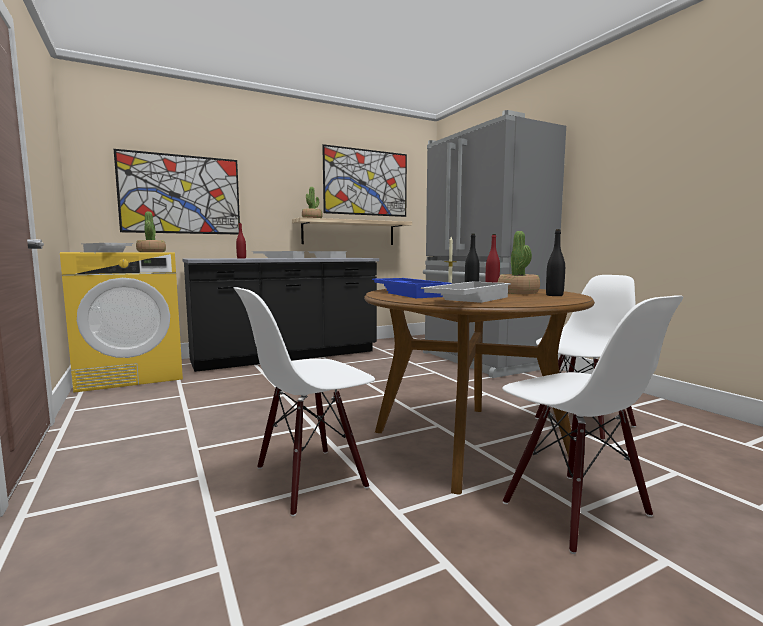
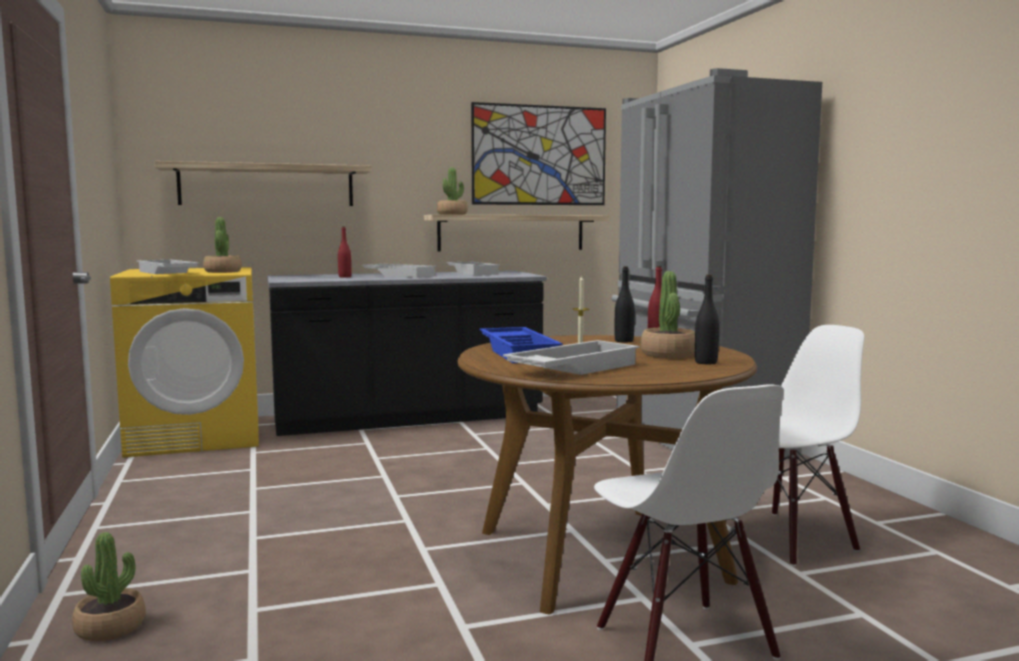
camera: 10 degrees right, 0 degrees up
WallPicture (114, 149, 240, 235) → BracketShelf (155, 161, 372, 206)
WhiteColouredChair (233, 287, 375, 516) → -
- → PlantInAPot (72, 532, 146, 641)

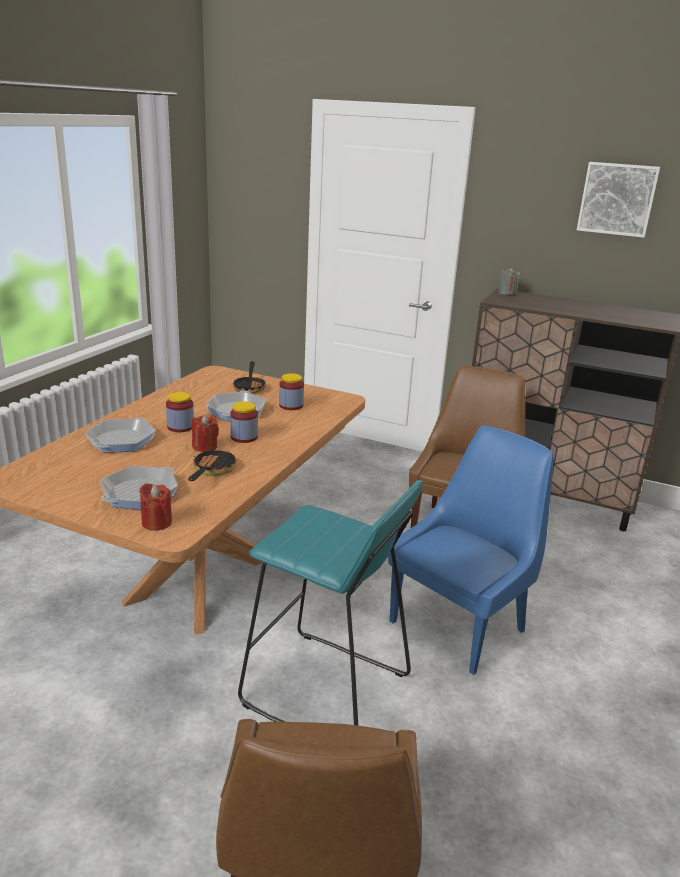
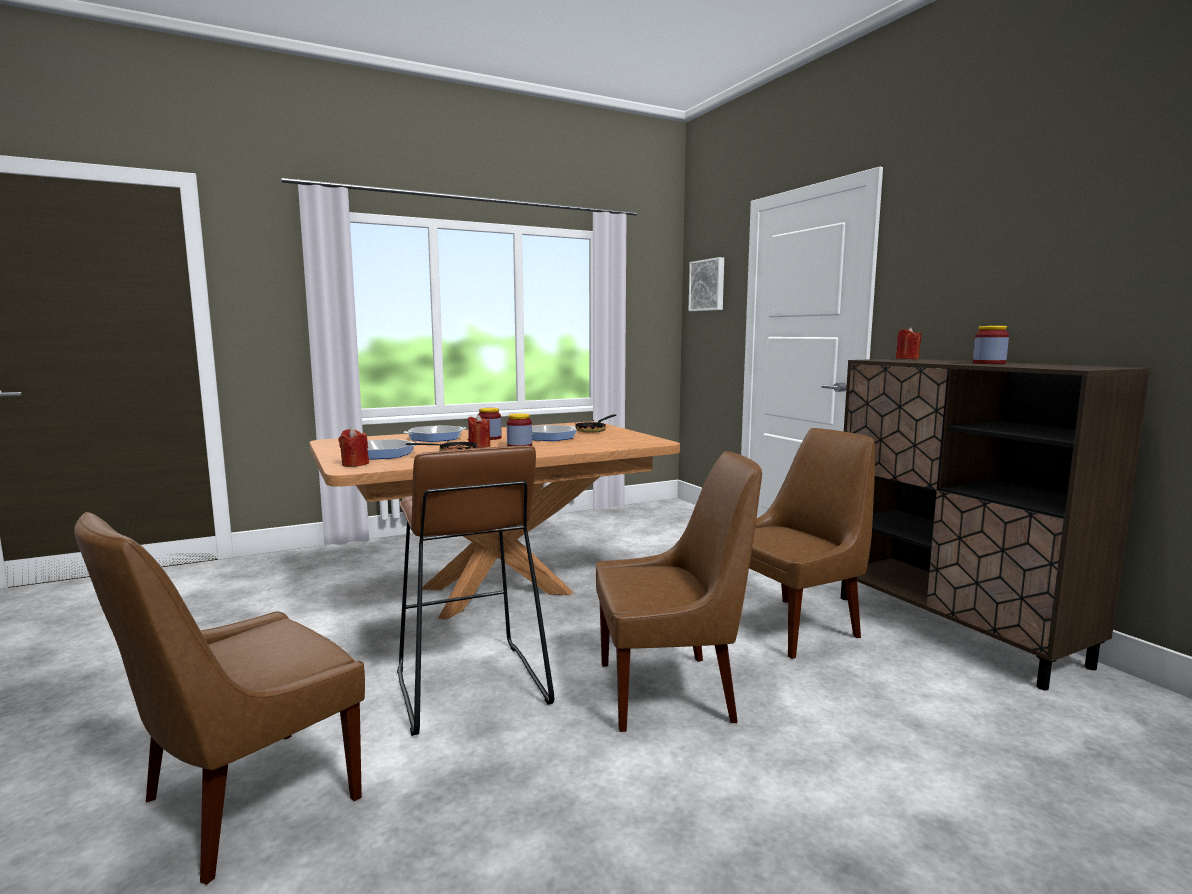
camera: 40 degrees right, 15 degrees down
WallPicture (577, 162, 660, 238) → WallPicture (689, 257, 724, 311), move
GrayWaxLight (499, 267, 520, 295) → RedWaxLight (896, 327, 921, 359)
Jar (279, 373, 304, 410) → Jar (973, 326, 1009, 364), move
BlueColouredChair (388, 425, 553, 675) → BrownishChair (596, 451, 762, 732)
BlueGreenStool (238, 480, 423, 725) → BrownishStool (397, 445, 554, 736)

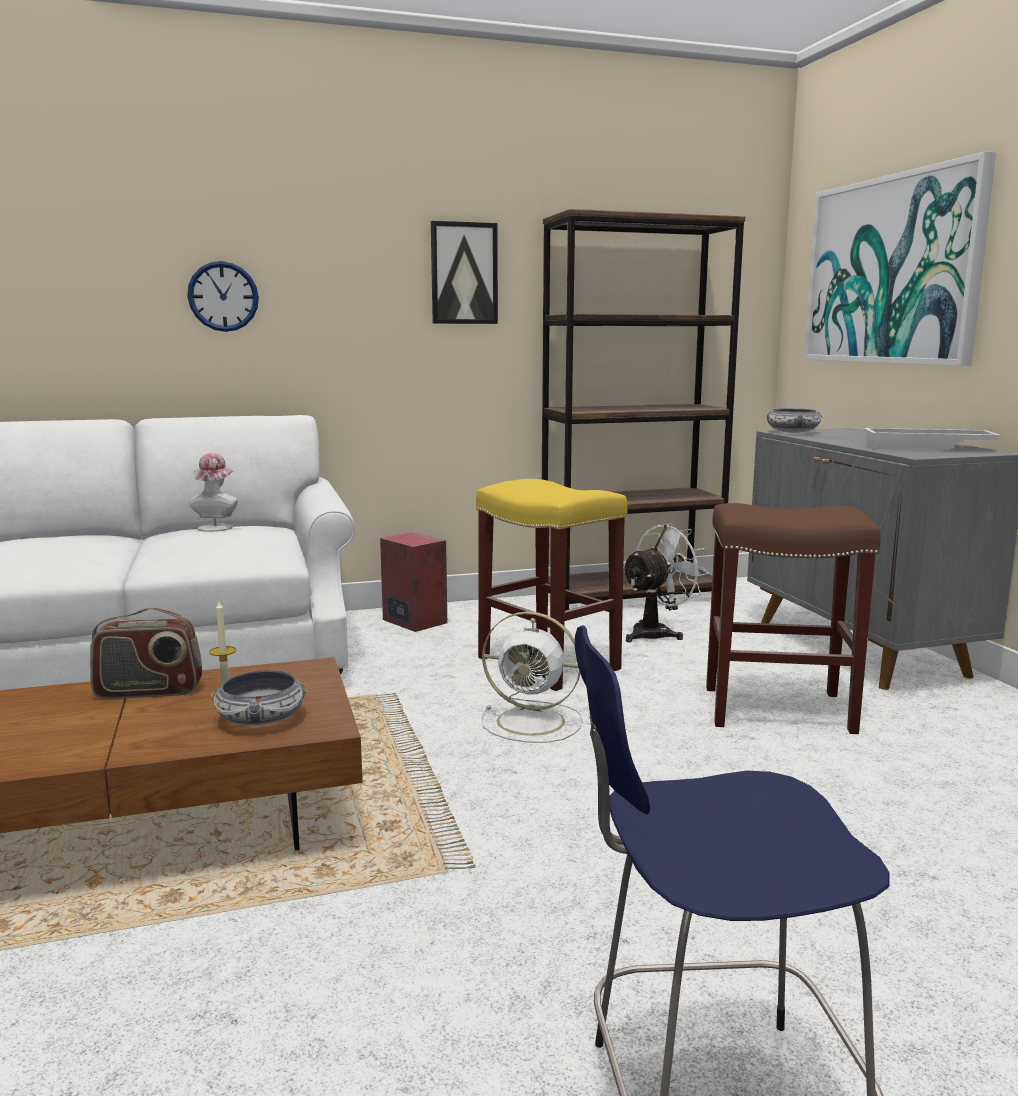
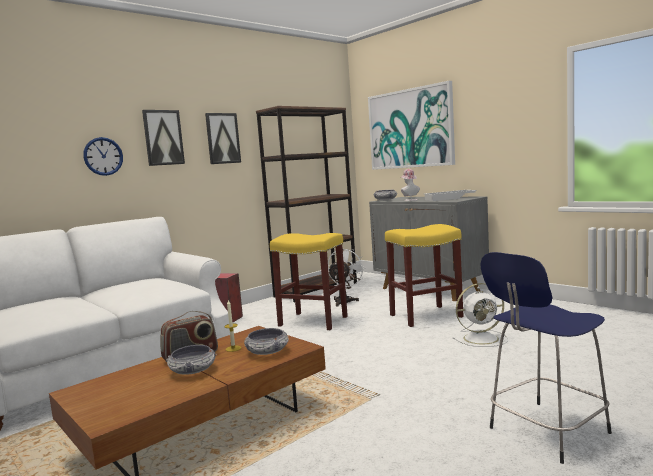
camera: 25 degrees left, 5 degrees down
ClothingHat (189, 453, 238, 532) → ClothingHat (400, 169, 420, 201), move
BrownishStool (706, 503, 881, 734) → YellowishStool (385, 224, 464, 327)
WhiteColouredCoolingFan (481, 611, 583, 743) → WhiteColouredCoolingFan (452, 283, 508, 347), move
- → WallPicture (142, 110, 185, 166)
- → Bowl (166, 345, 217, 374)

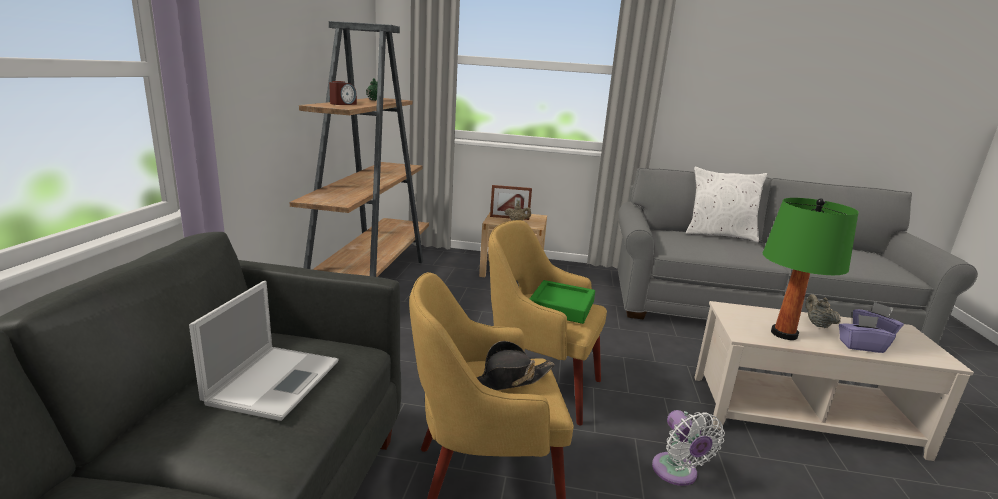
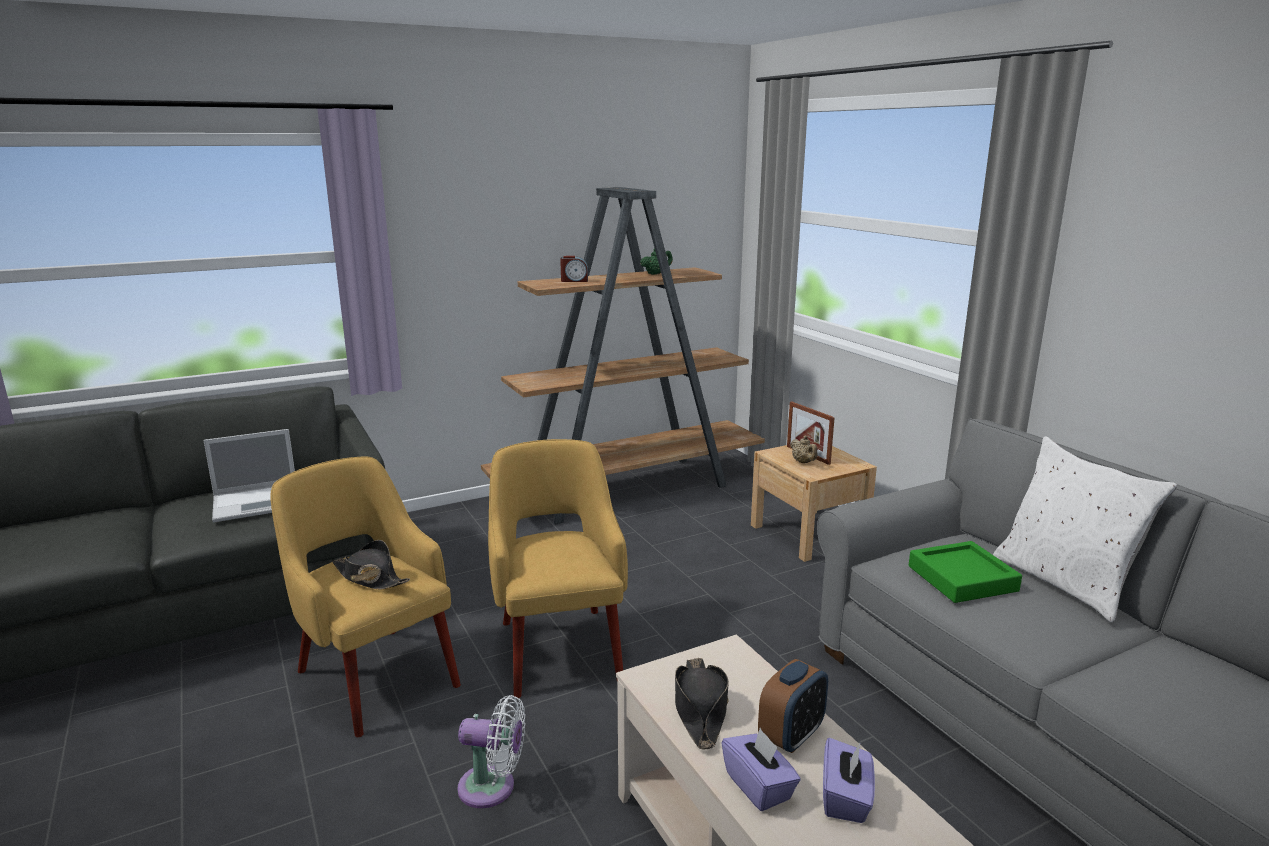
camera: 55 degrees right, 0 degrees up
GreenishLampForATable (763, 198, 859, 340) → BlackClothingHat (675, 658, 729, 749)
GreenishServingTray (529, 280, 595, 324) → GreenishServingTray (909, 541, 1022, 603), move
BeigePotForTea (806, 294, 841, 328) → TableClock (758, 659, 828, 753)
WhiteColouredCoolingFan (652, 410, 725, 486) → WhiteColouredCoolingFan (457, 695, 525, 808), 120 degrees counterclockwise

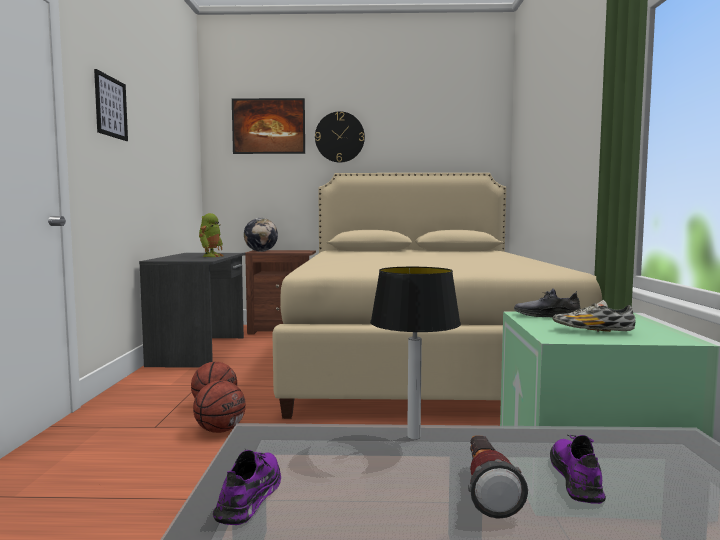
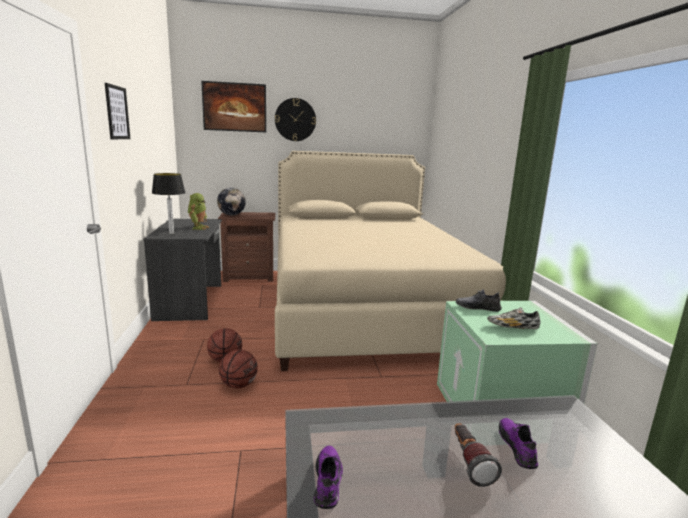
camera: 10 degrees left, 10 degrees up
LampForATable (370, 267, 461, 439) → LampForATable (152, 173, 186, 234), move

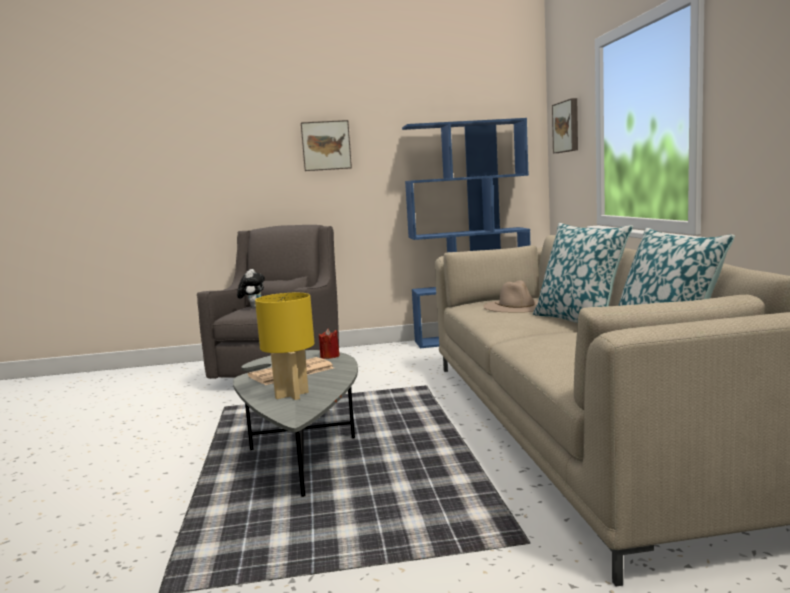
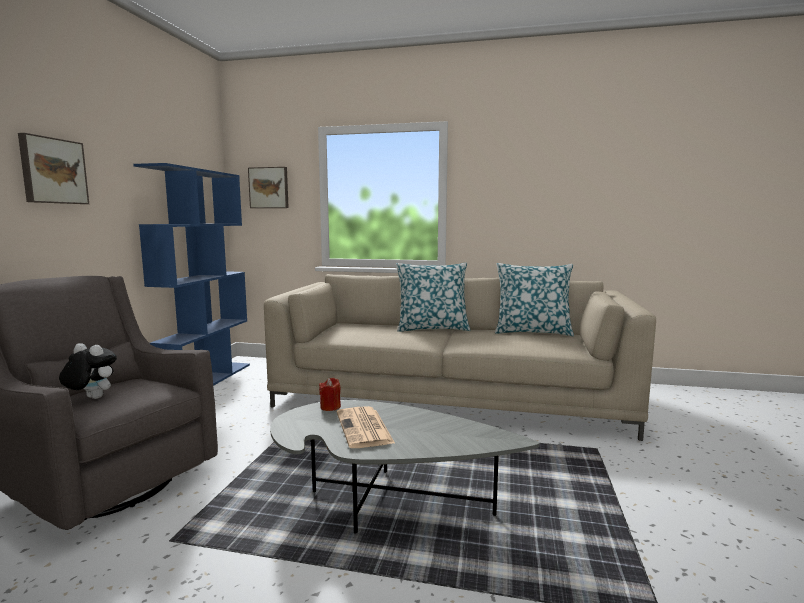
camera: 70 degrees left, 0 degrees up
BeigeClothingHat (483, 280, 538, 313) → -
YellowishLampForATable (255, 293, 314, 400) → -

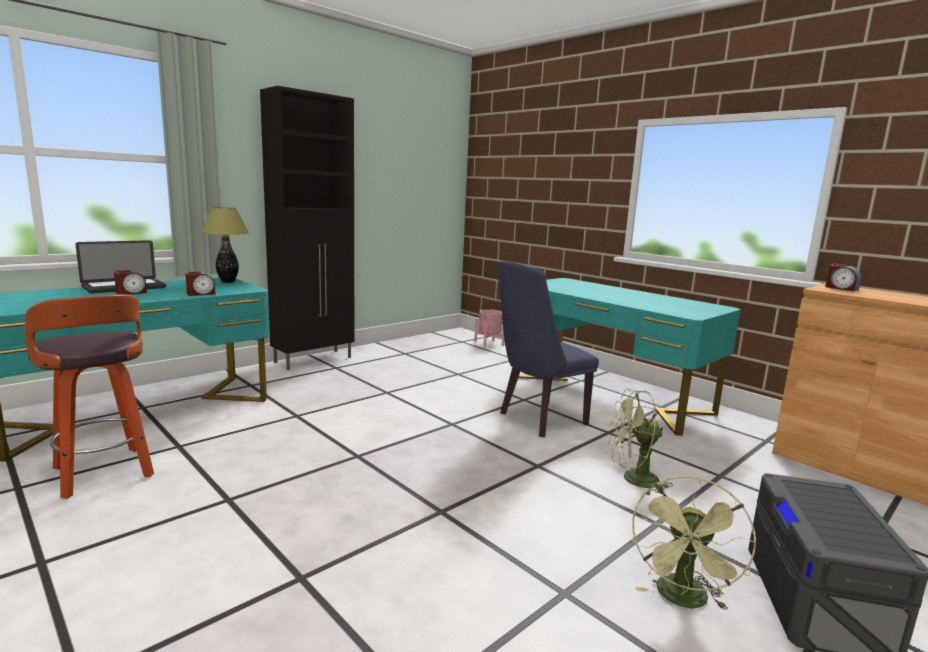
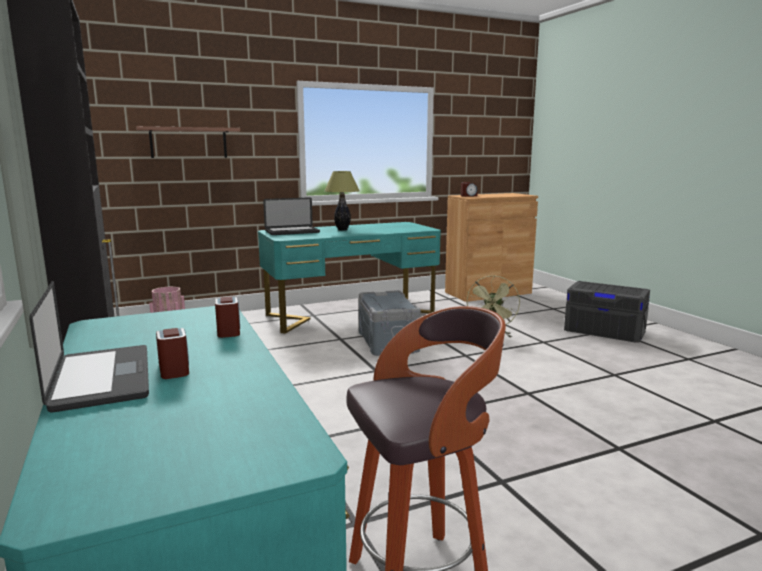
camera: 70 degrees left, 0 degrees up
LampForATable (201, 207, 249, 283) → LampForATable (325, 171, 360, 230), move
BlueColouredChair (497, 261, 599, 437) → GrayStorageBox (359, 290, 421, 356)
GreenishCoolingFan (632, 476, 756, 611) → -
- → BracketShelf (136, 126, 240, 158)
- → NotebookComputer (263, 197, 320, 235)

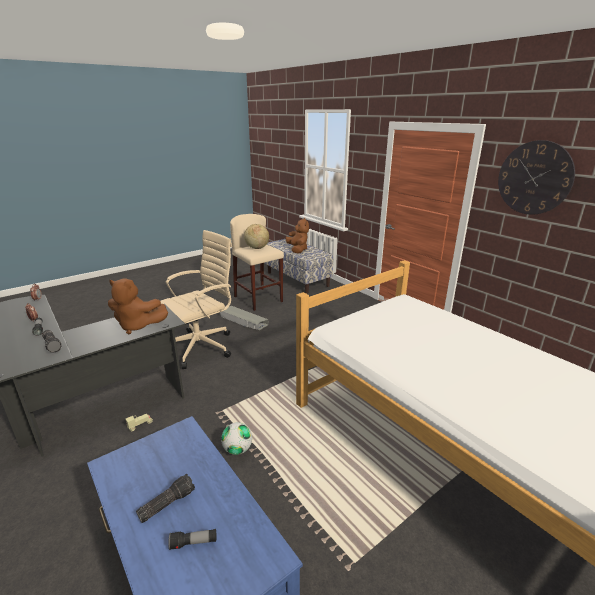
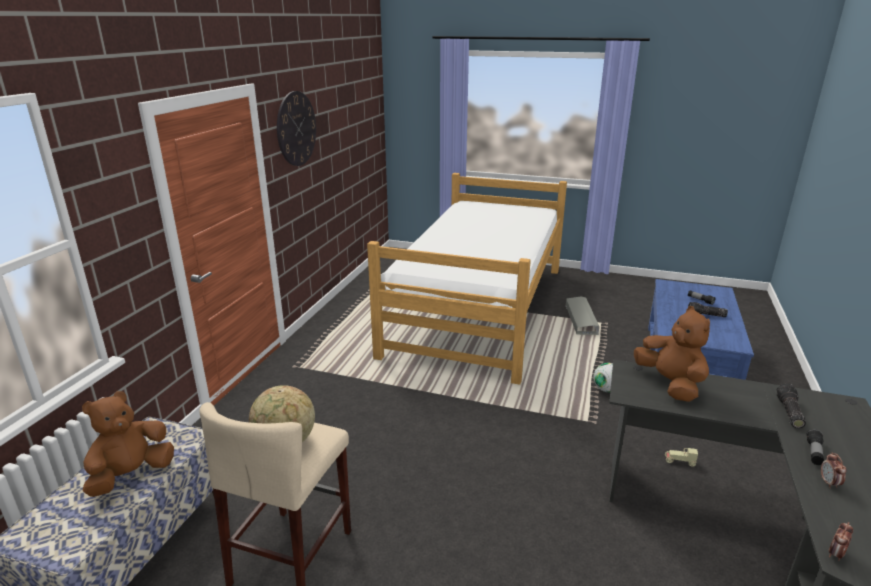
camera: 125 degrees left, 0 degrees up
BeigeOfficeChair (160, 230, 232, 369) → -
GrayStorageBox (220, 306, 269, 330) → GrayStorageBox (565, 296, 599, 335), move

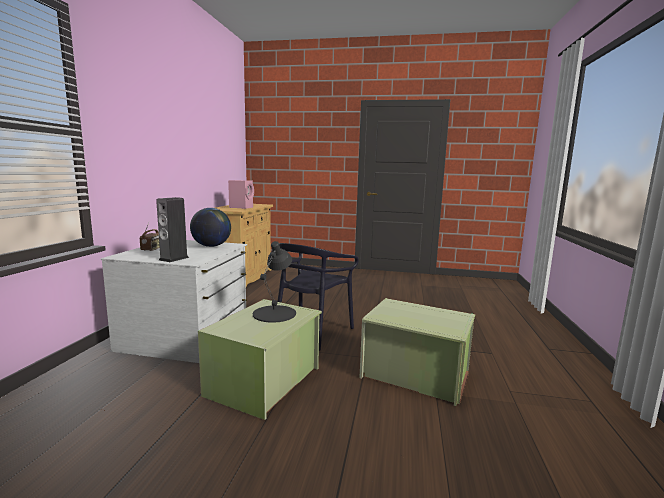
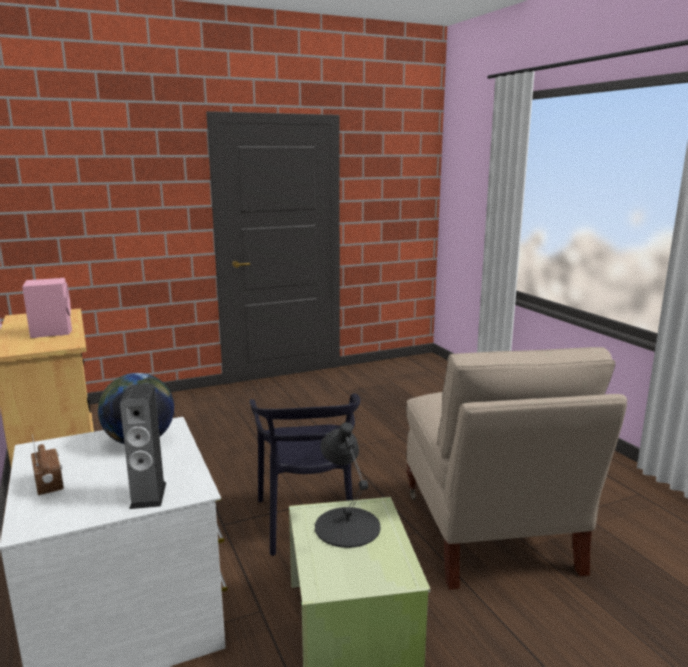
camera: 35 degrees left, 5 degrees up
GreenishStorageBox (359, 298, 475, 406) → BeigeChair (406, 347, 627, 590)

